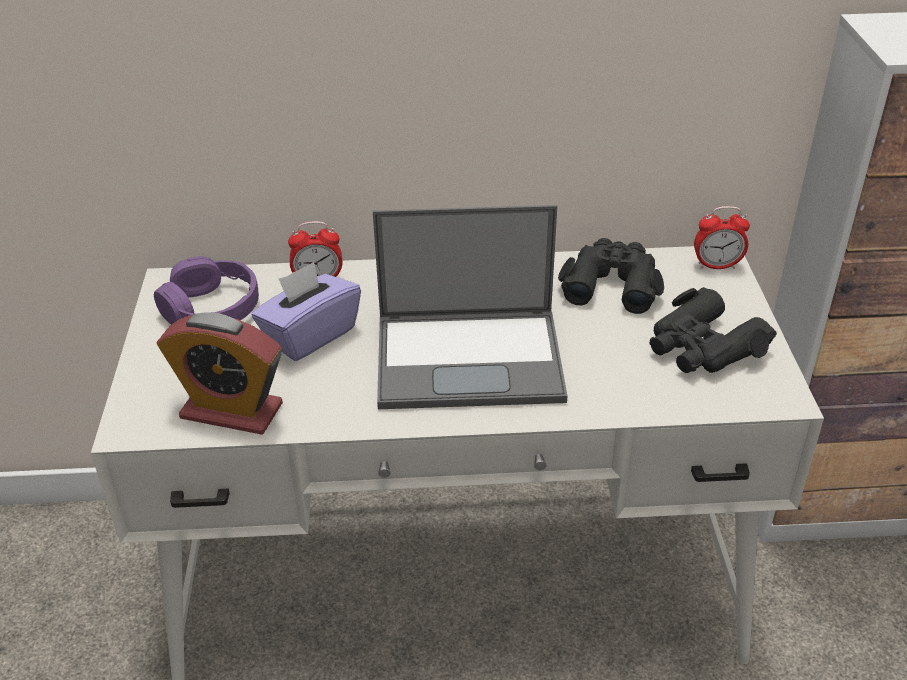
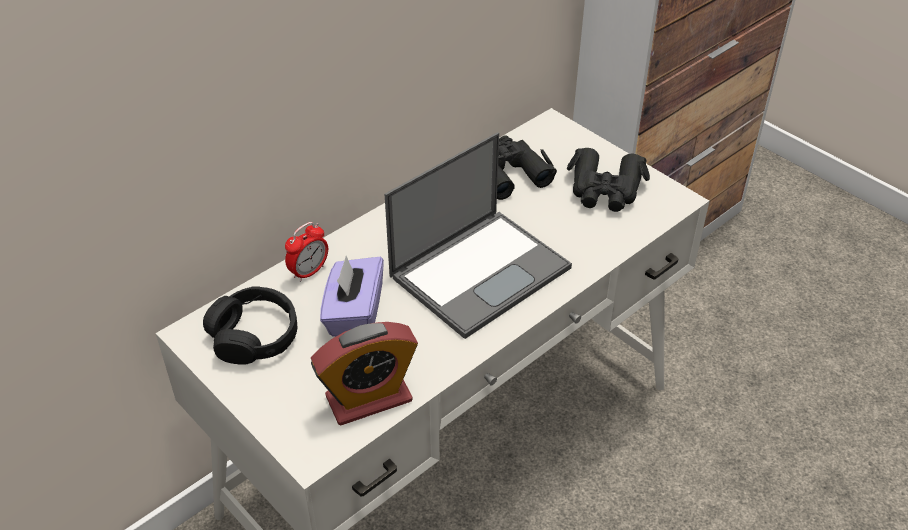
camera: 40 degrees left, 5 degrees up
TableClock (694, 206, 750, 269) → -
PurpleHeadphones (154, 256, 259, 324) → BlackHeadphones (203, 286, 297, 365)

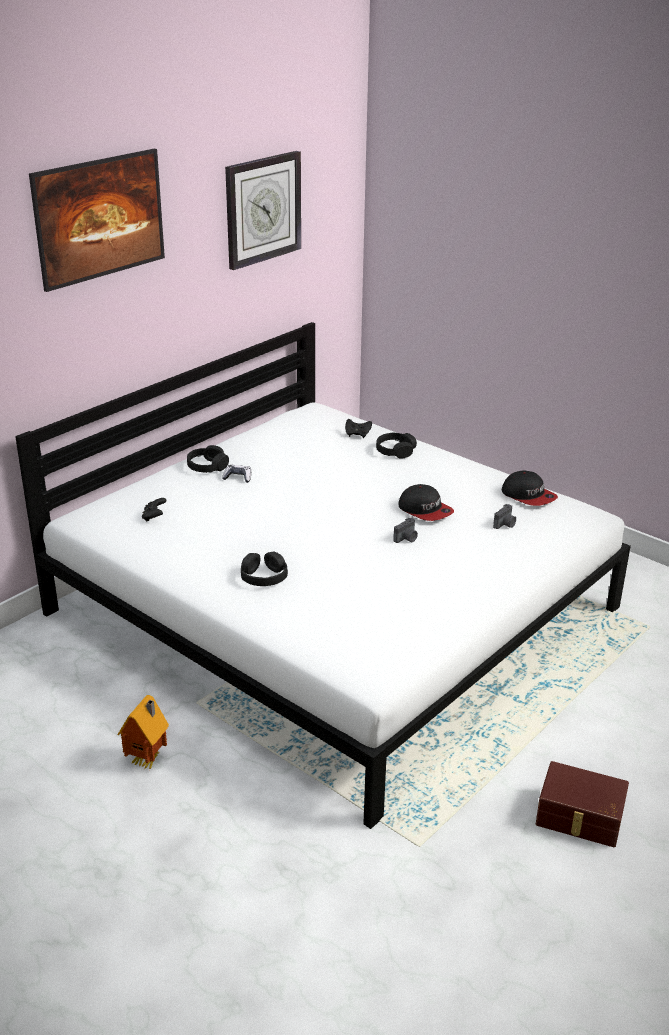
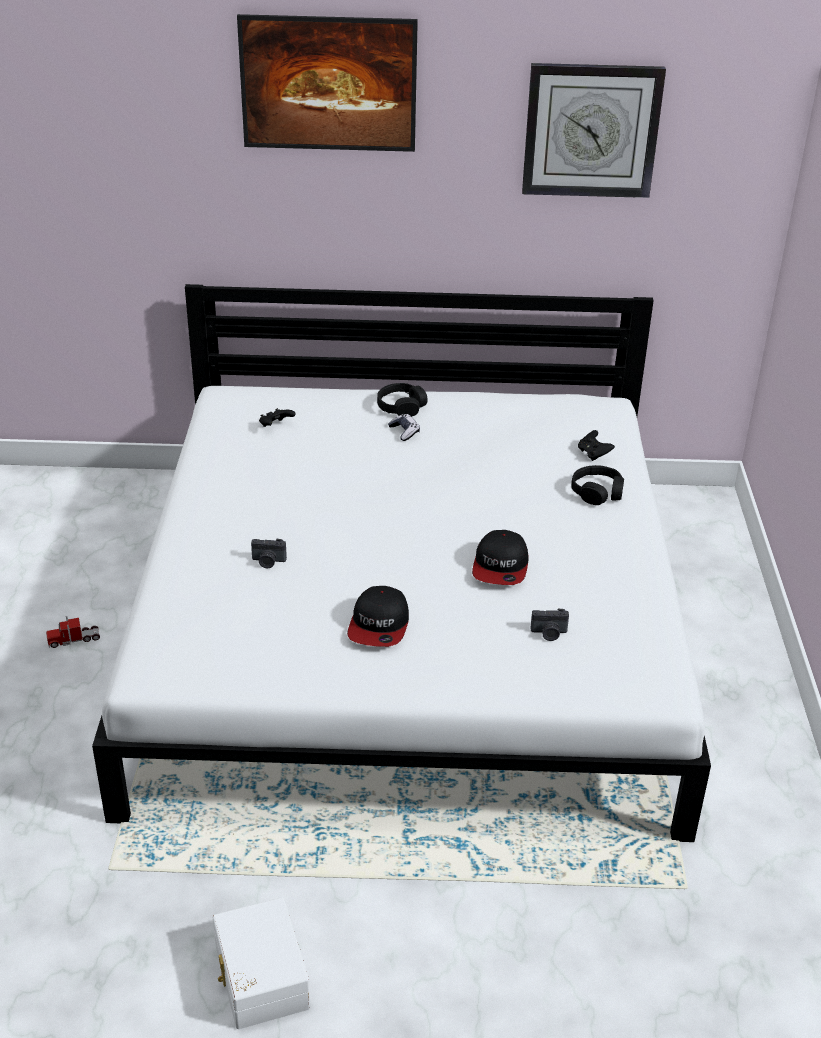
camera: 50 degrees right, 5 degrees up
Cap (502, 470, 558, 506) → Cap (347, 586, 409, 647), move
PhotoCamera (393, 518, 418, 543) → PhotoCamera (251, 539, 287, 568), move
BlackHeadphones (241, 551, 288, 586) → -
ModelHouse (117, 695, 169, 770) → ModelTruck (46, 616, 100, 648)
BrownishStorageBox (536, 761, 629, 847) → WhiteColouredStorageBox (212, 897, 310, 1029)

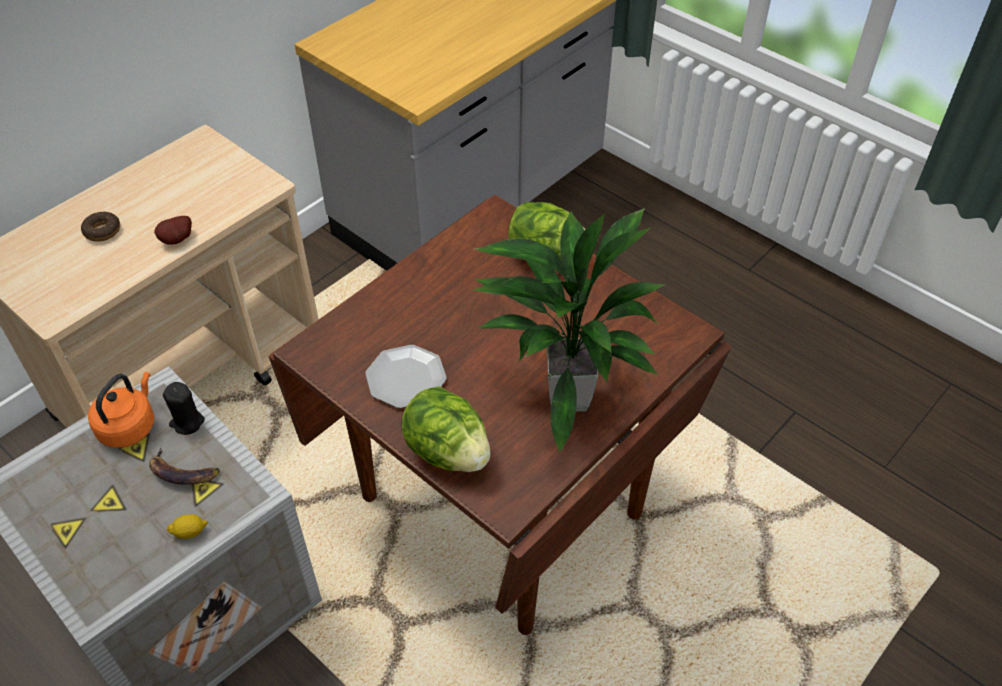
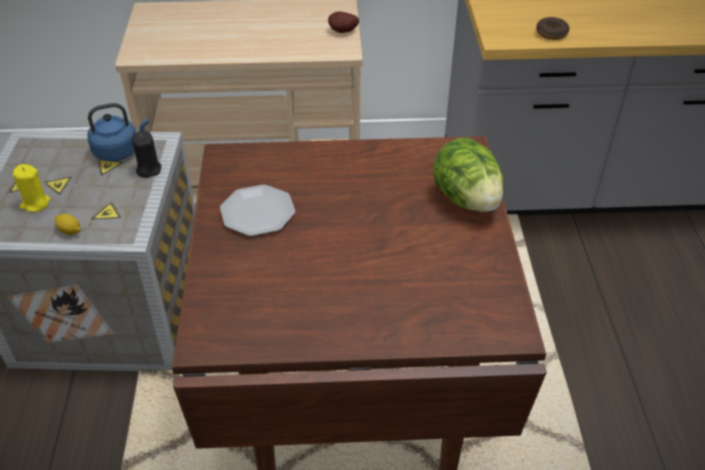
camera: 45 degrees right, 5 degrees down
PlantInAPot (473, 208, 665, 454) → -
Donut (81, 212, 120, 242) → Donut (536, 17, 570, 40), move
Potato (154, 216, 192, 245) → Potato (328, 12, 359, 33), move
OrangeKettle (88, 372, 154, 448) → BlueColouredKettle (88, 103, 149, 161)
LettuceHead (402, 386, 490, 472) → -
WholeBanana (149, 448, 220, 485) → -
- → YellowishWaxLight (13, 164, 50, 212)

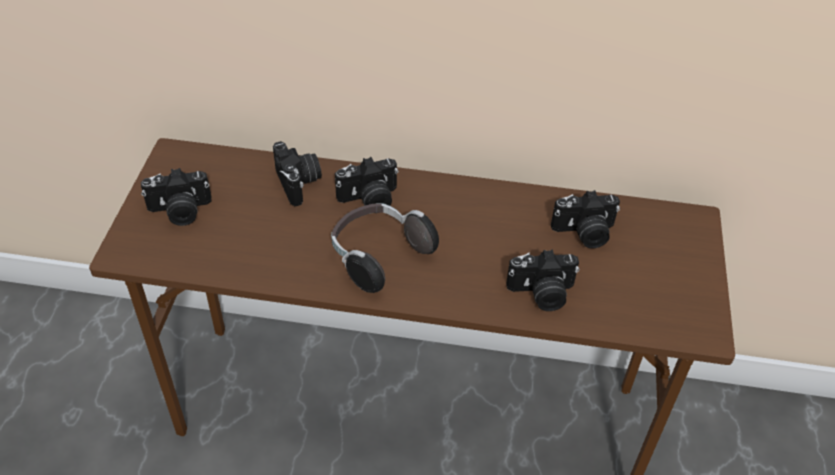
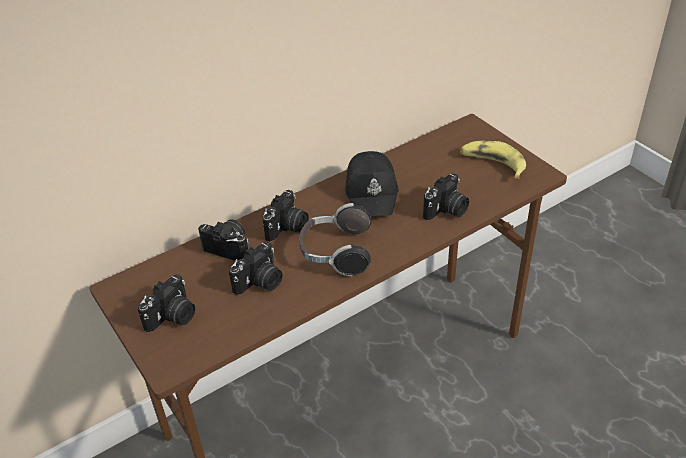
camera: 40 degrees left, 5 degrees down
PhotoCamera (551, 190, 620, 248) → PhotoCamera (229, 242, 282, 295), move
- → WholeBanana (460, 141, 526, 179)
- → BlackCap (345, 151, 399, 217)

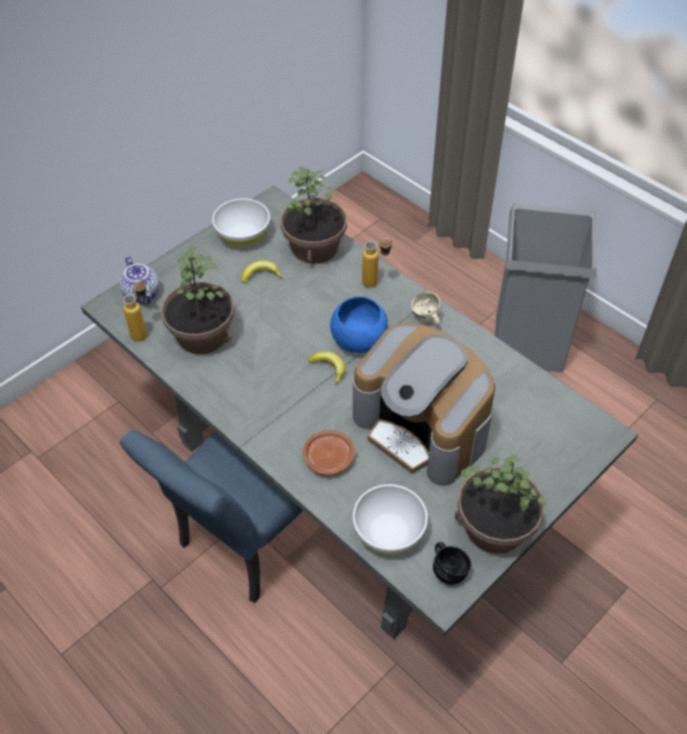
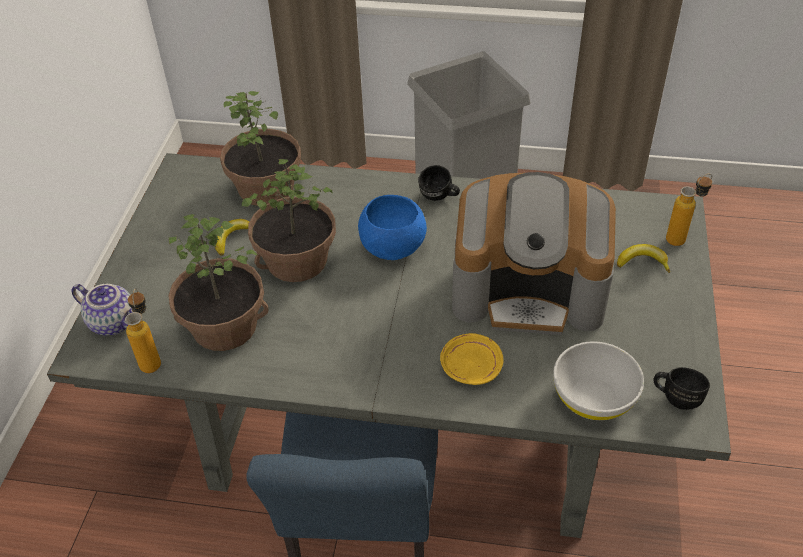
camera: 35 degrees left, 5 degrees down
WhiteColouredBowl (212, 199, 270, 246) → -
DrinkBottle (362, 238, 393, 288) → DrinkBottle (666, 173, 712, 246), move
BeigeTeaMug (411, 292, 442, 326) → BlackTeaMug (418, 165, 460, 201)
WholeBanana (309, 351, 345, 385) → WholeBanana (617, 244, 670, 273), move
BrownishPlate (303, 430, 355, 475) → YellowishPlate (440, 333, 504, 385)
PlantInAPot (455, 453, 546, 554) → PlantInAPot (241, 159, 336, 282), move

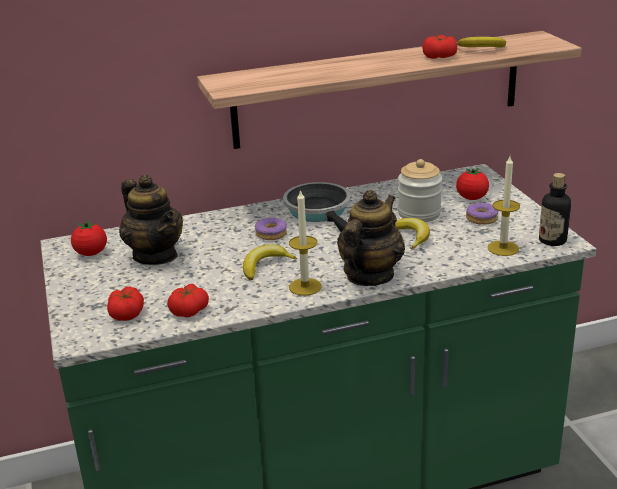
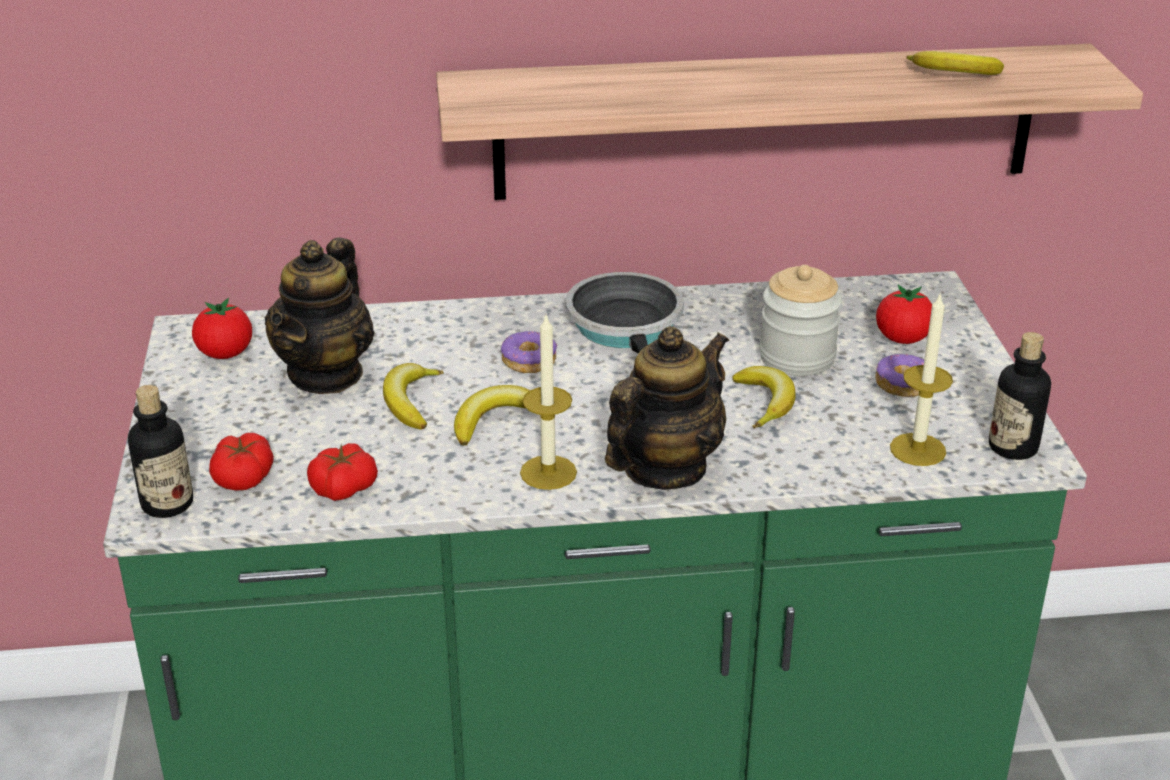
camera: 10 degrees right, 5 degrees up
WholeTomato (422, 35, 457, 59) → -
PotForTea (119, 174, 183, 265) → PotForTea (265, 237, 375, 394), 45 degrees clockwise
- → WholeBanana (383, 363, 444, 430)
- → DrinkBottle (128, 385, 193, 518)

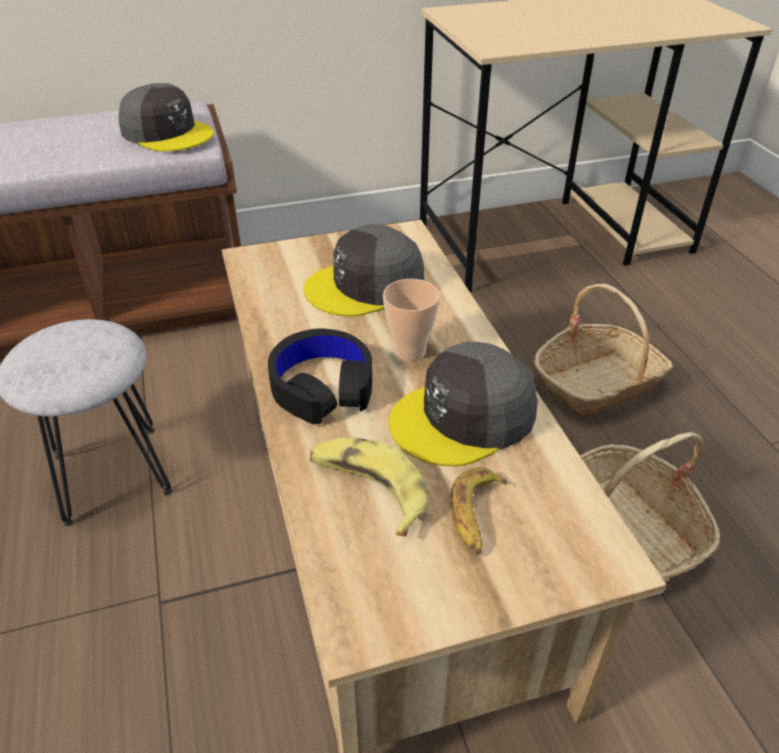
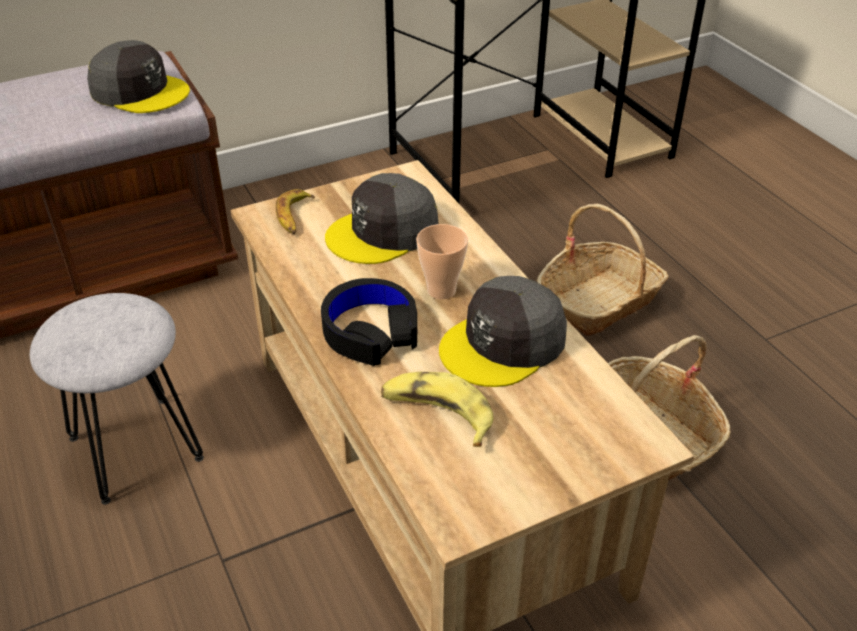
camera: 10 degrees left, 0 degrees up
WholeBanana (450, 467, 508, 555) → WholeBanana (276, 189, 315, 234), move

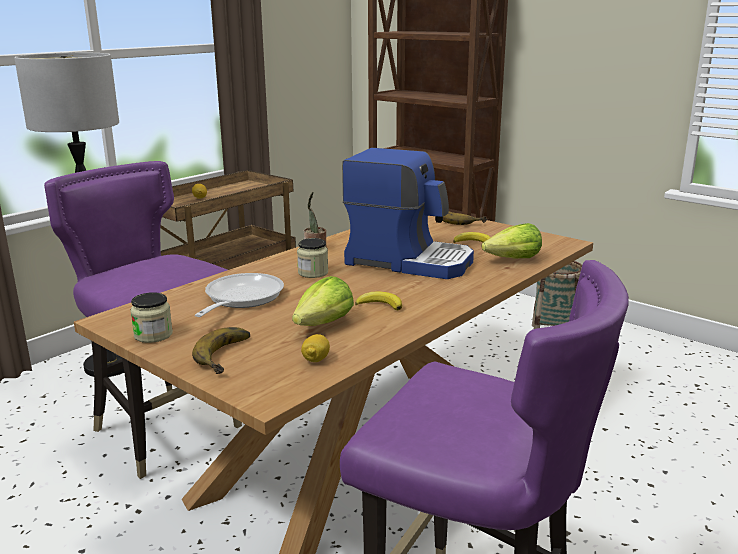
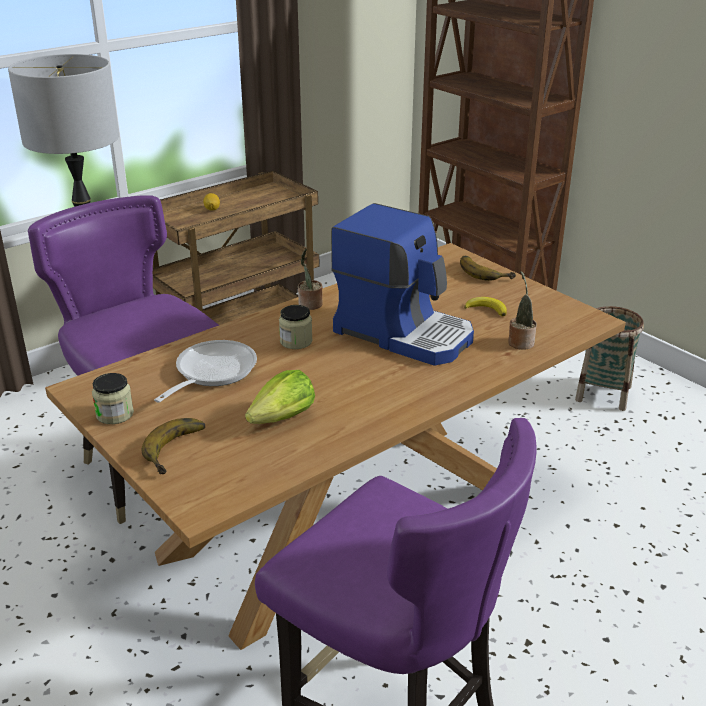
camera: 10 degrees right, 10 degrees up
LettuceHead (482, 223, 542, 258) → PlantInAPot (508, 271, 537, 350)
WholeBanana (355, 291, 402, 310) → -
CitrusFruit (301, 334, 330, 362) → -

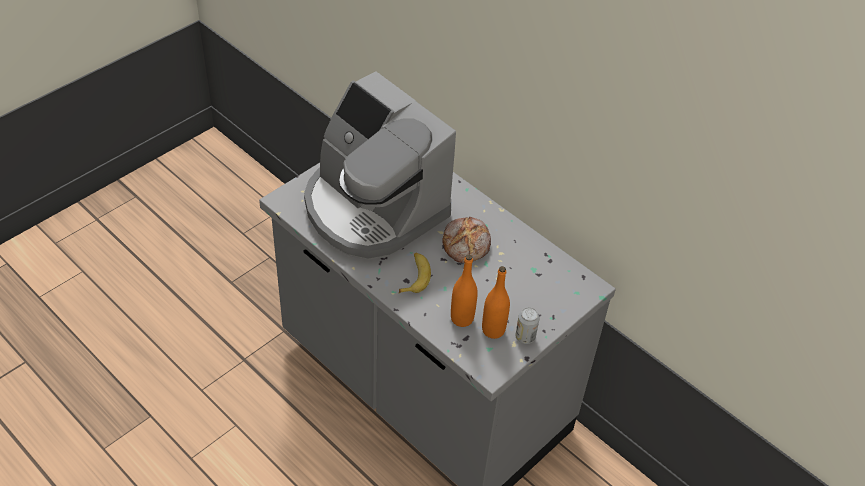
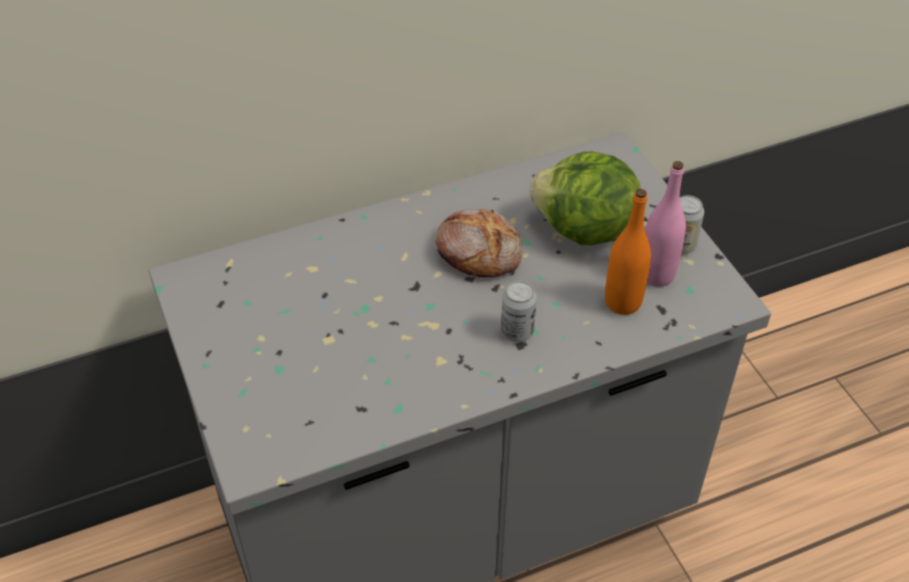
camera: 65 degrees left, 0 degrees up
CoffeeMaker (304, 72, 456, 260) → -
WholeBanana (399, 252, 431, 293) → Can (501, 281, 537, 342)
OrangeDrinkBottle (482, 266, 510, 339) → PinkDrinkBottle (645, 161, 686, 287)
- → LettuceHead (530, 152, 641, 245)

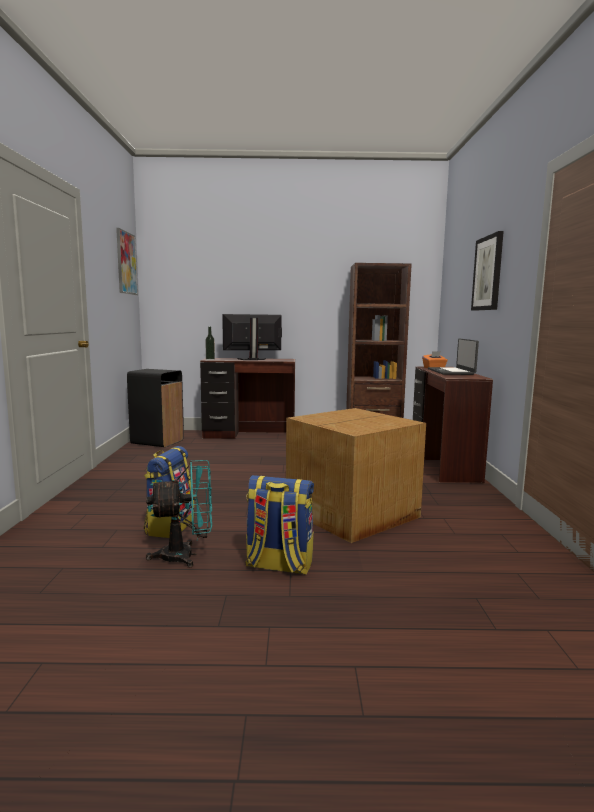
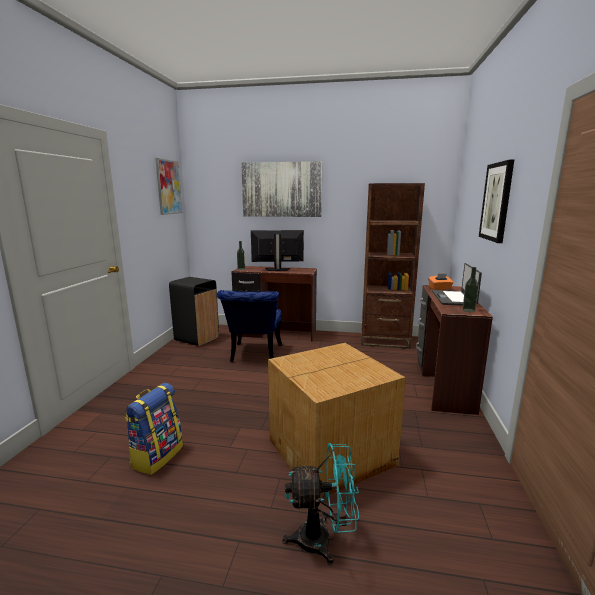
camera: 10 degrees right, 5 degrees up
BlueGreenCoolingFan (146, 460, 212, 568) → BlueGreenCoolingFan (282, 443, 359, 565), move
Backpack (245, 475, 314, 575) → -
- → WallPicture (241, 161, 322, 217)
- → DrinkBottle (462, 267, 479, 312)
- → BlueColouredChair (217, 290, 282, 362)

